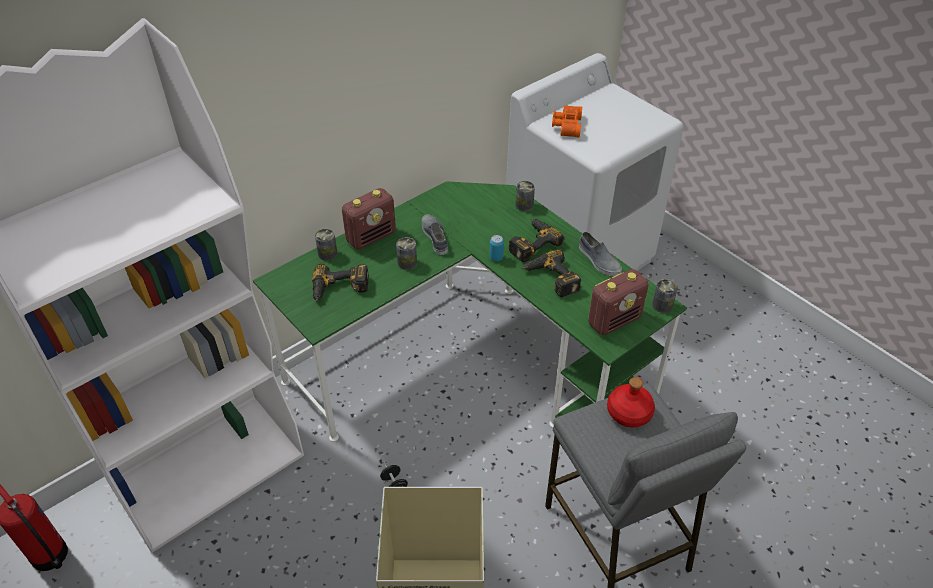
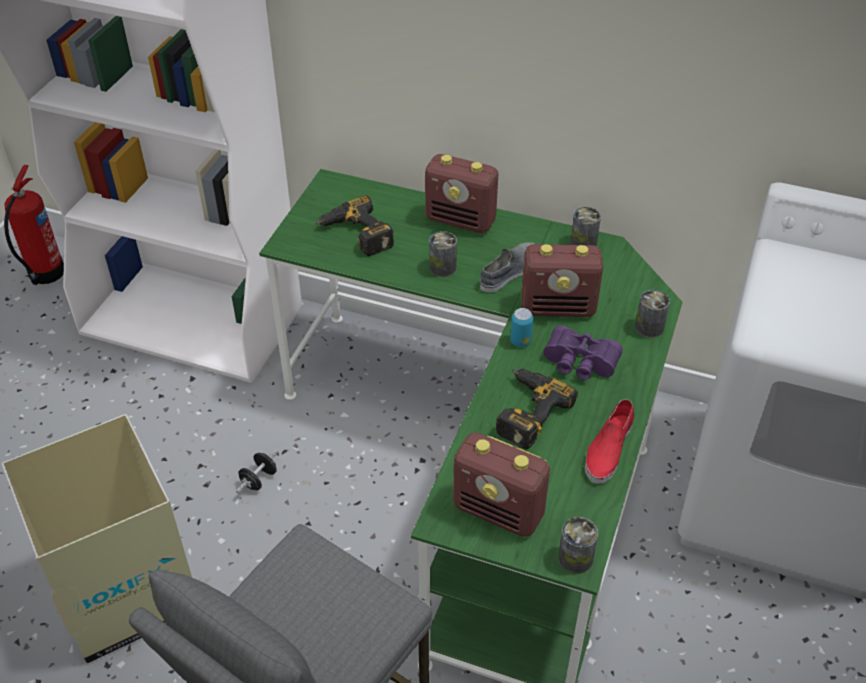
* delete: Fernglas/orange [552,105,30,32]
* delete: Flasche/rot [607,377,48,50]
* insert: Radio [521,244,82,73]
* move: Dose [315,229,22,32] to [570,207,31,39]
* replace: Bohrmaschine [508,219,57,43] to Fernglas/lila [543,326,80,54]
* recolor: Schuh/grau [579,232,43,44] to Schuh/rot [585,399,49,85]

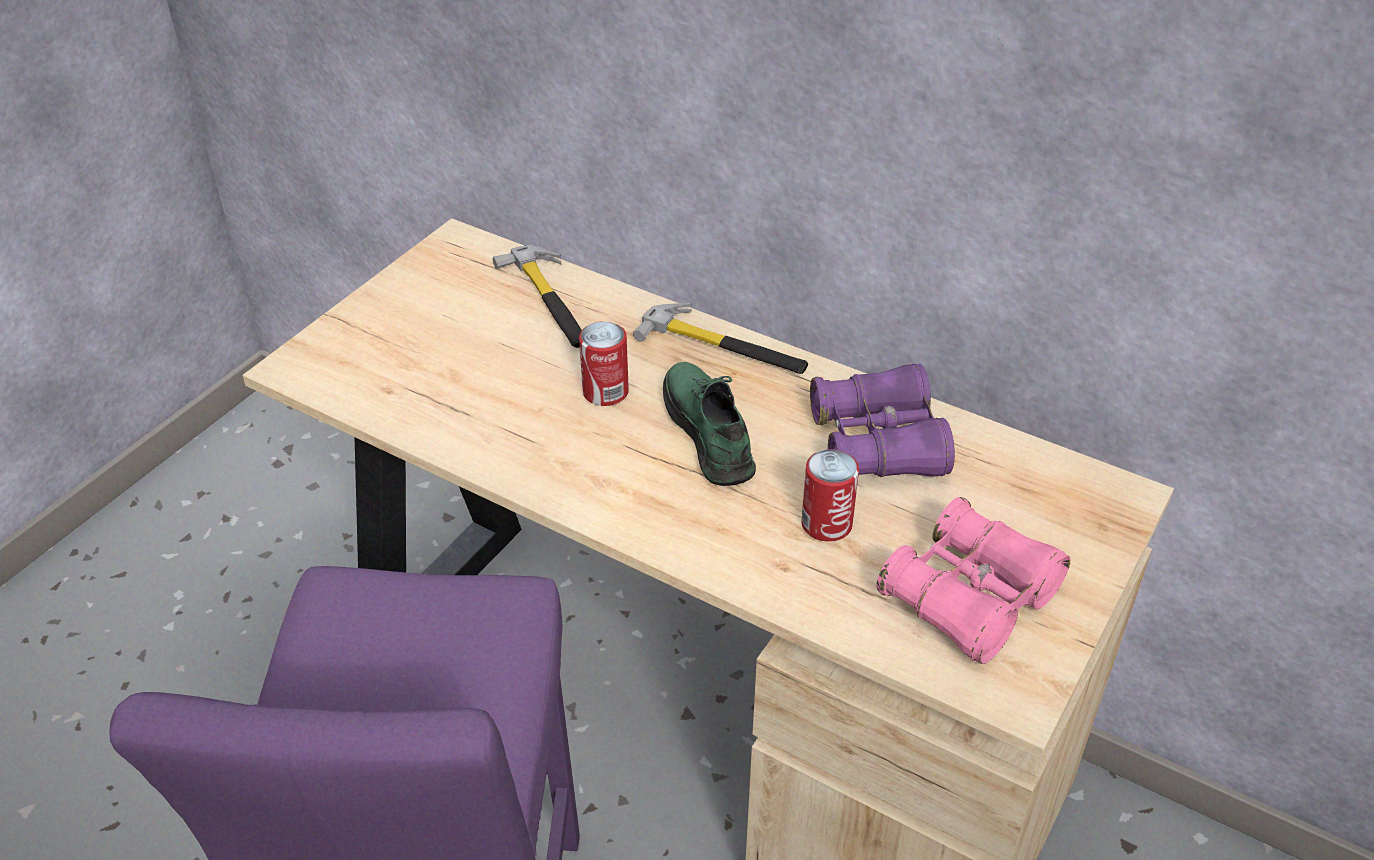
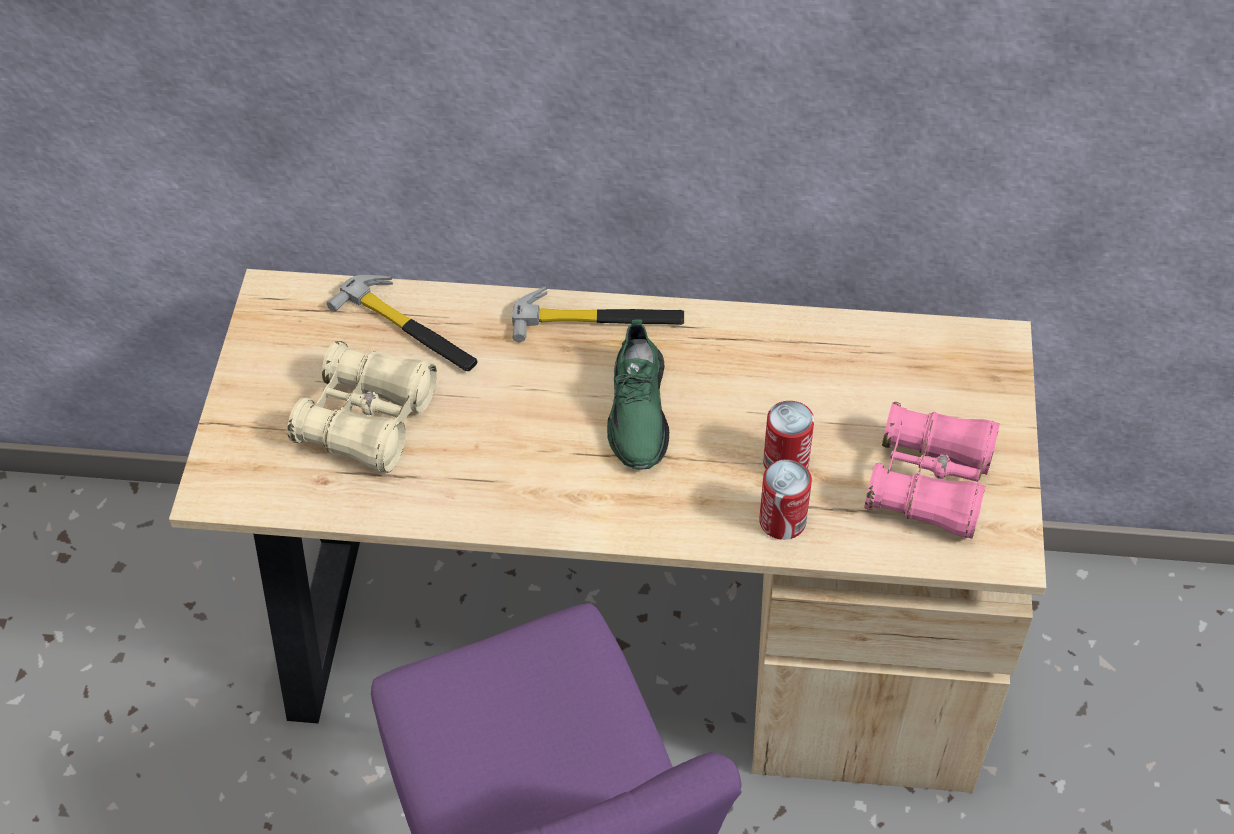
* delete: Fernglas/lila [810,364,145,113]
* insert: Fernglas/beige [287,341,150,132]
* move: Dose [579,321,50,85] to [759,460,53,80]
* rotate: Schuh/grün [663,362,93,124] = [607,319,62,151] 135 degrees counterclockwise

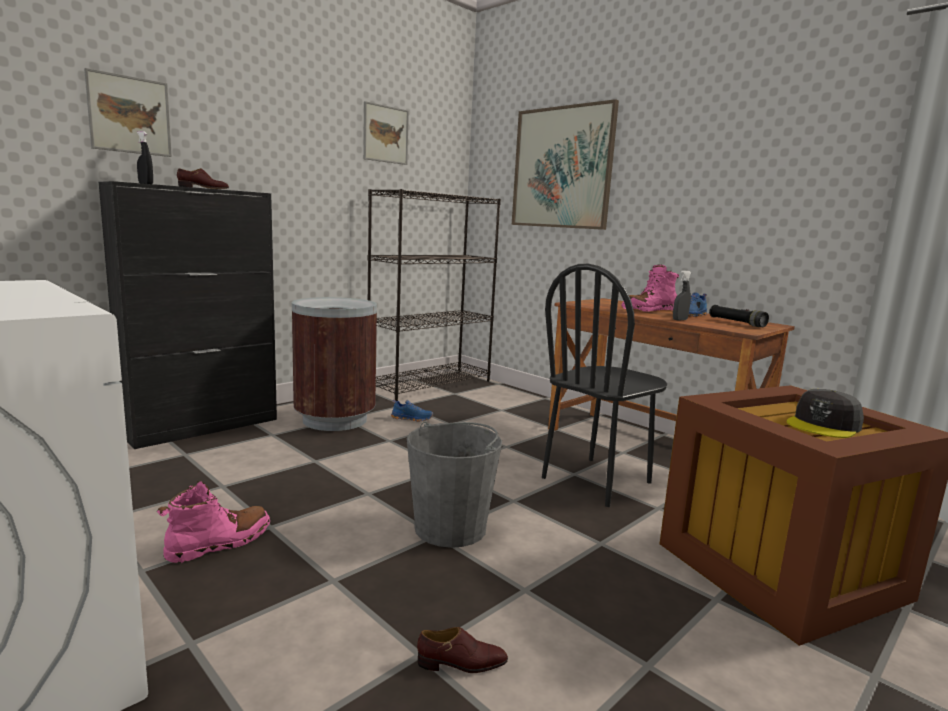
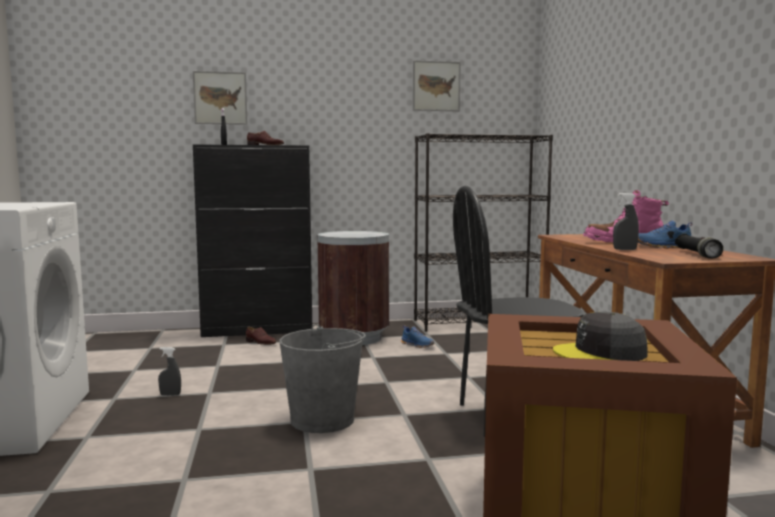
* delete: Bild [512,99,107,131]
* move: Schuh/braun [417,627,91,46] to [246,327,30,18]
* replace: Stiefel/rosa [157,481,113,82] to Sprühflasche/grau [158,347,23,49]

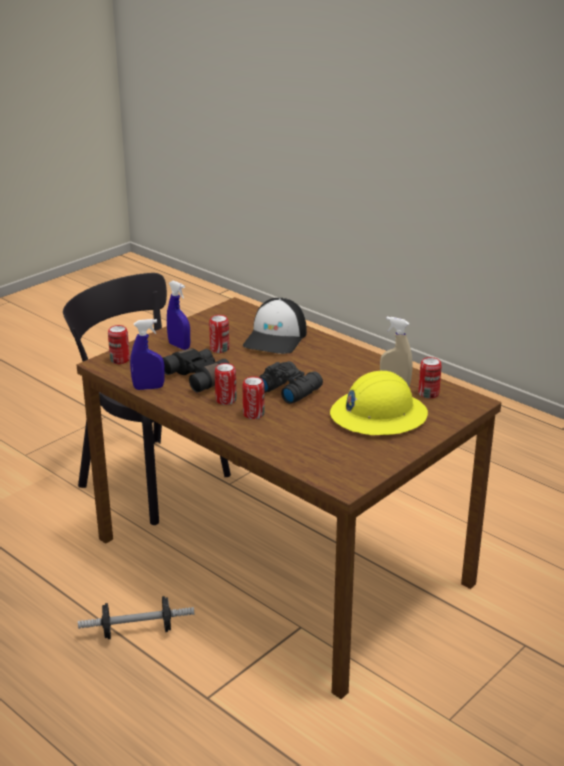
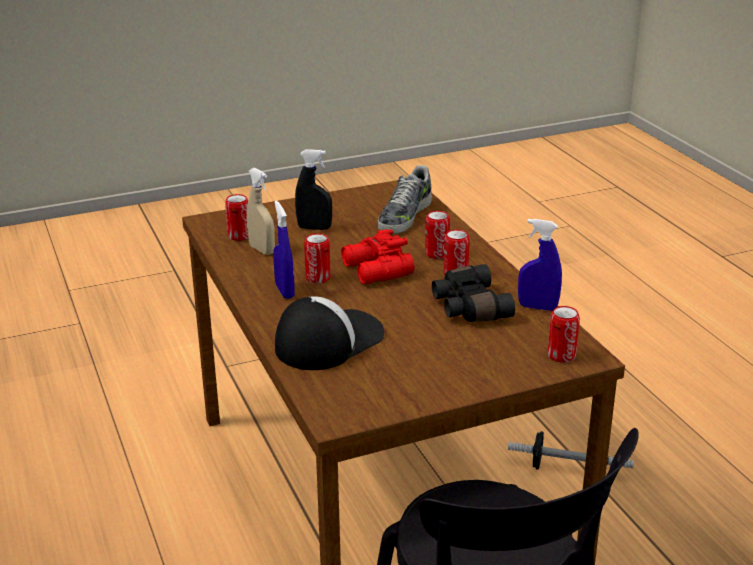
* insert: Schuh [378,165,54,69]
* move: Sprühflasche/blau [167,280,23,70] to [273,201,22,98]
* move: Dose [209,315,20,38] to [304,233,27,50]
* replace: Schutzhelm/gelb [330,371,98,64] to Sprühflasche/schwarz [295,149,37,81]
* recolor: Fernglas/schwarz [259,361,64,43] to Fernglas/rot [341,229,73,55]

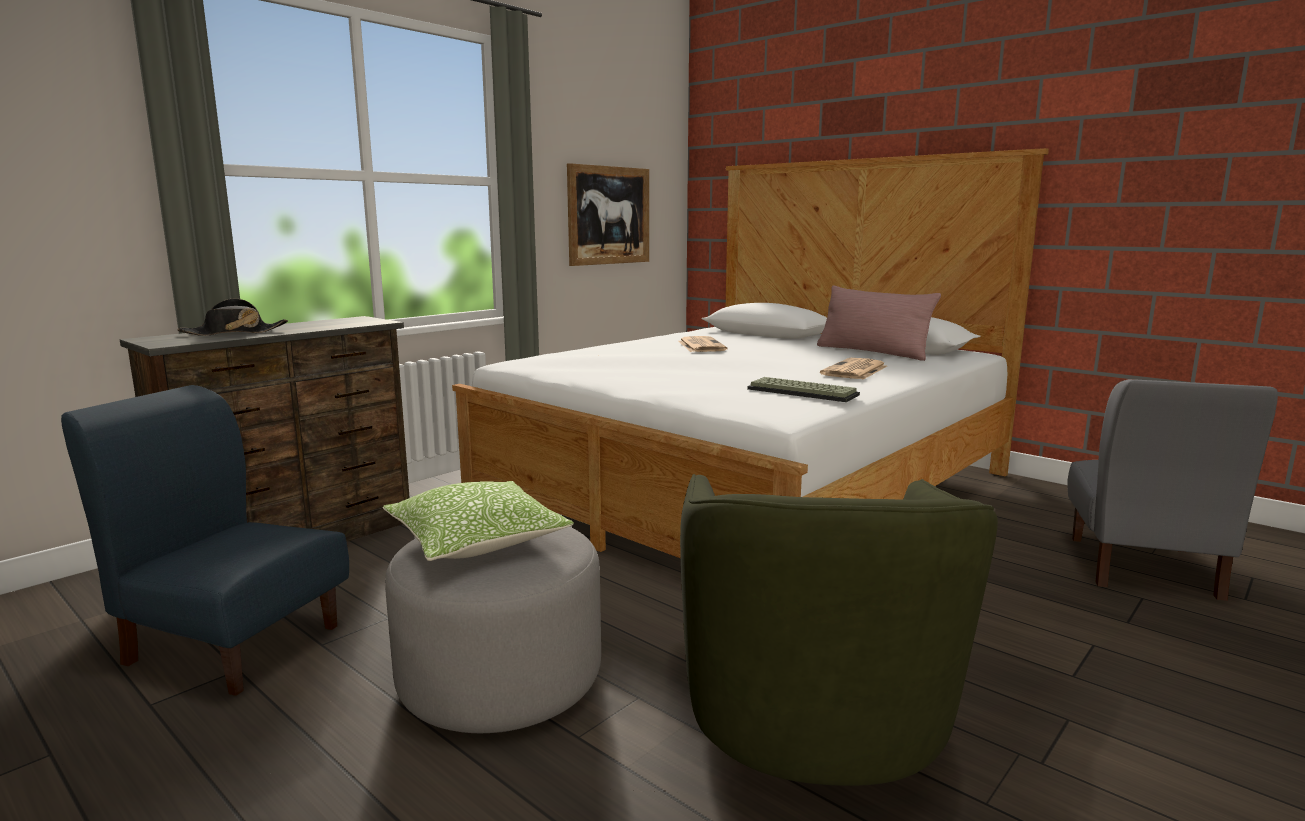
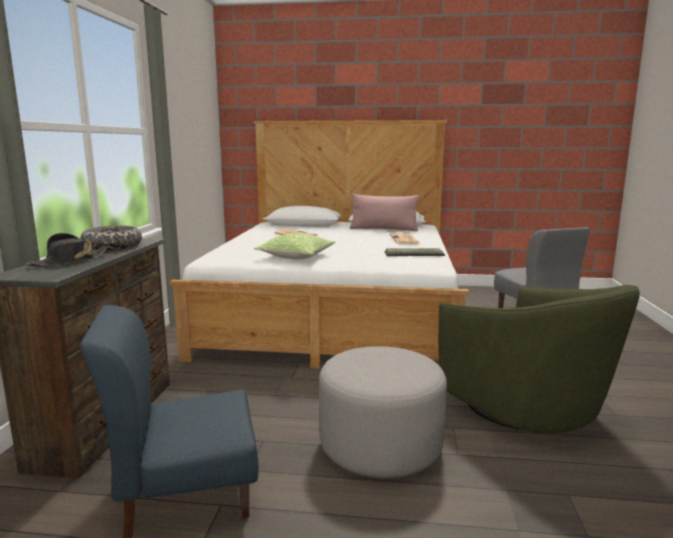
* delete: Bild [567,163,82,103]
* insert: Schüssel [81,226,61,24]
* move: Kissen [383,481,191,80] to [254,234,81,25]

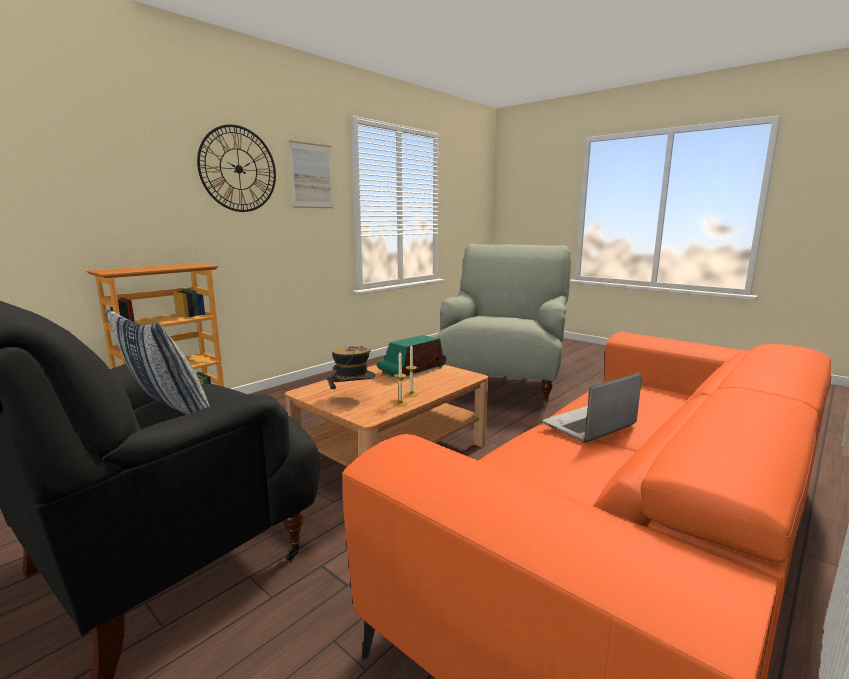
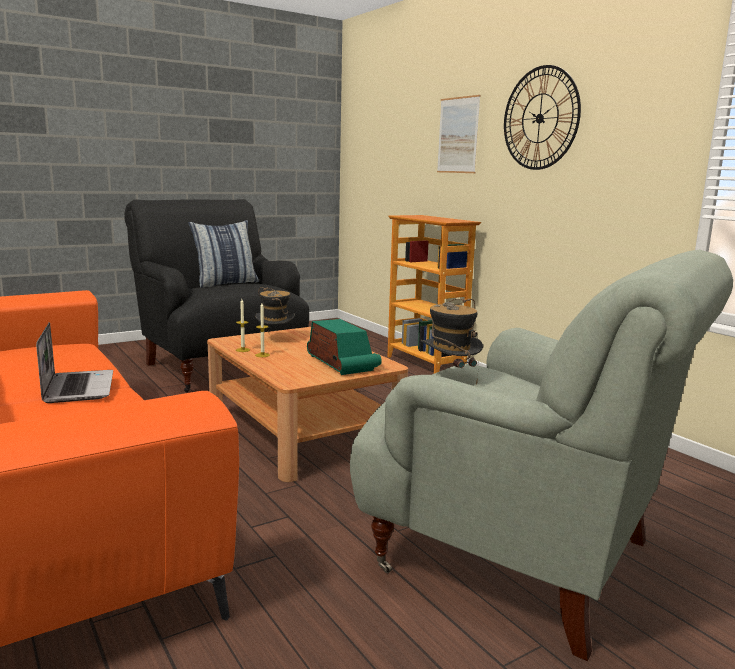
* insert: Hut [421,299,62,86]
* move: Bild [289,140,45,68] to [437,95,43,78]

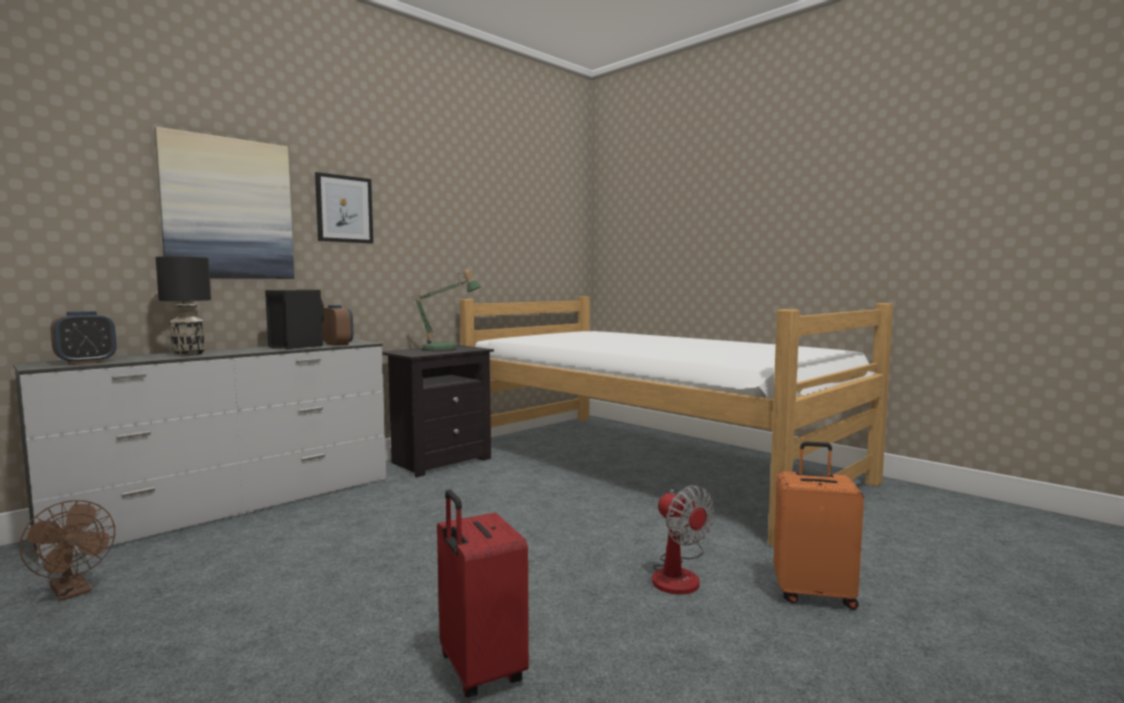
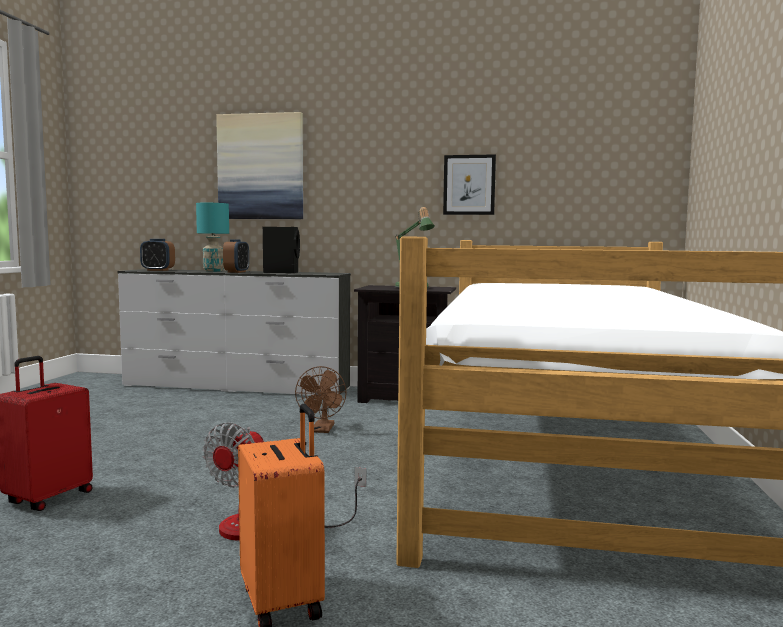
* move: Ventilator/braun [19,500,96,101] to [295,366,52,67]
* move: Bild [315,172,58,72] to [443,154,53,61]
* move: Wecker [322,305,31,41] to [223,239,26,34]
* recolor: Tischlampe/schwarz [156,257,55,98] to Tischlampe/türkis [196,203,33,69]

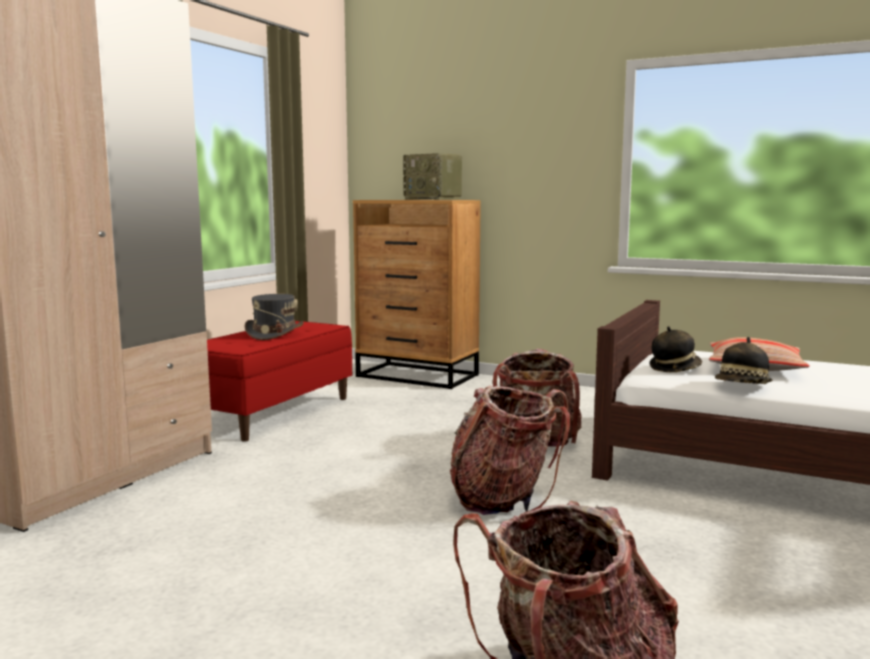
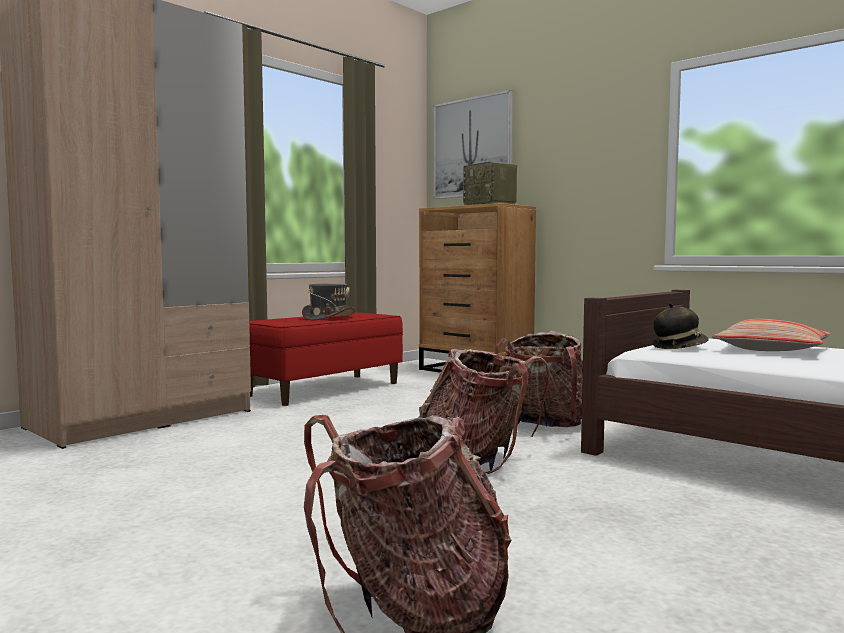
* delete: Hut [715,337,57,47]
* insert: Bild [433,90,80,109]

